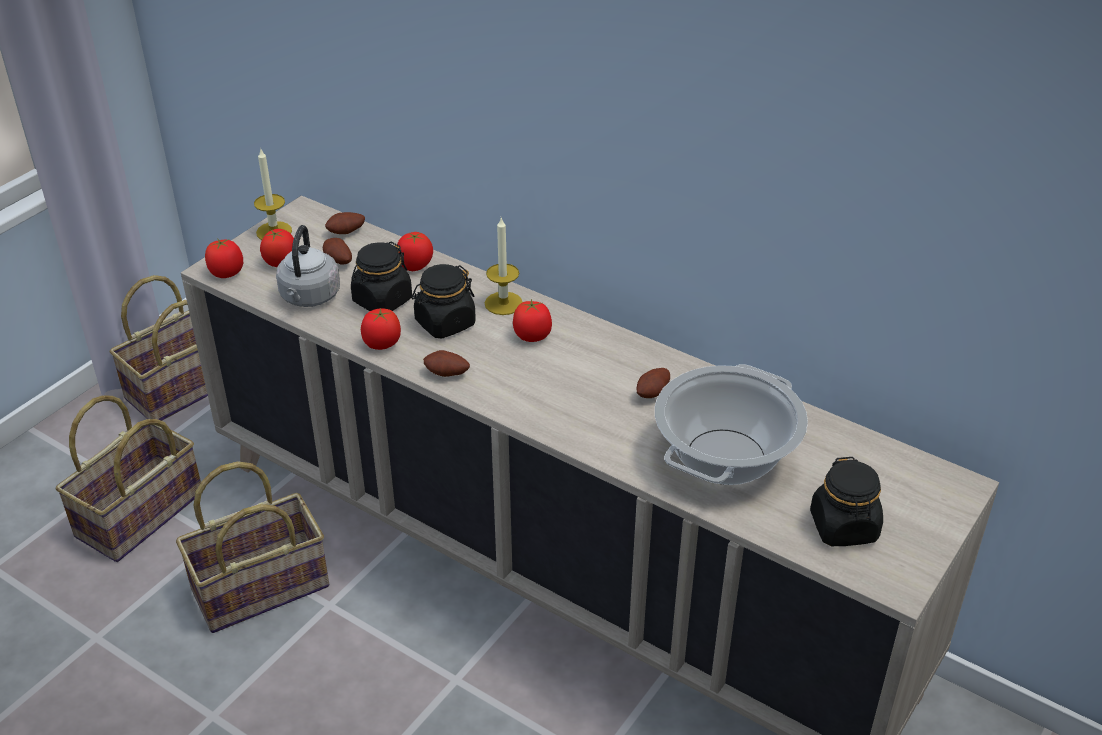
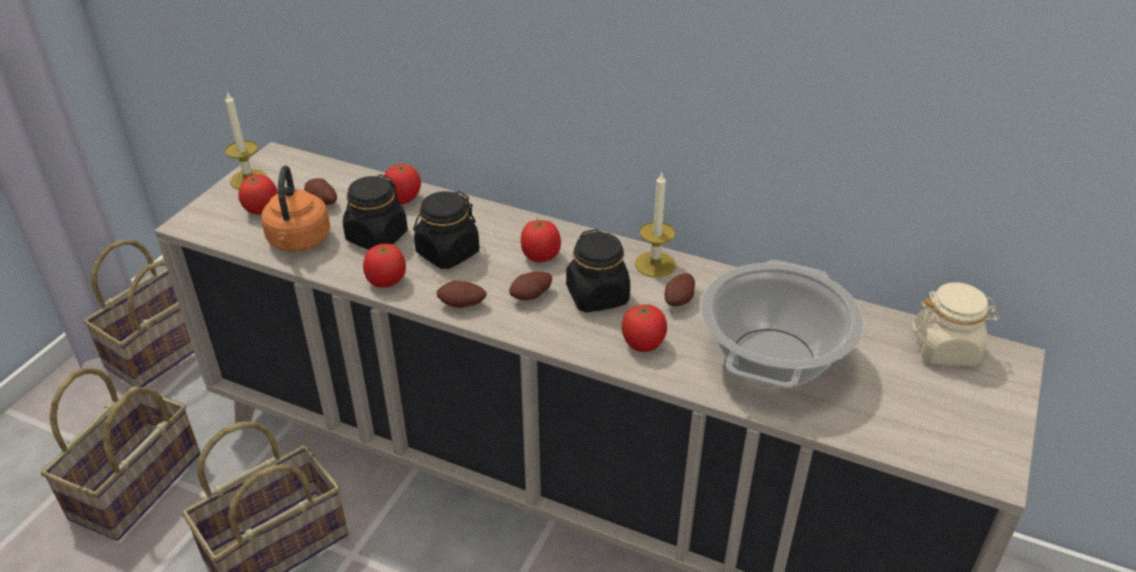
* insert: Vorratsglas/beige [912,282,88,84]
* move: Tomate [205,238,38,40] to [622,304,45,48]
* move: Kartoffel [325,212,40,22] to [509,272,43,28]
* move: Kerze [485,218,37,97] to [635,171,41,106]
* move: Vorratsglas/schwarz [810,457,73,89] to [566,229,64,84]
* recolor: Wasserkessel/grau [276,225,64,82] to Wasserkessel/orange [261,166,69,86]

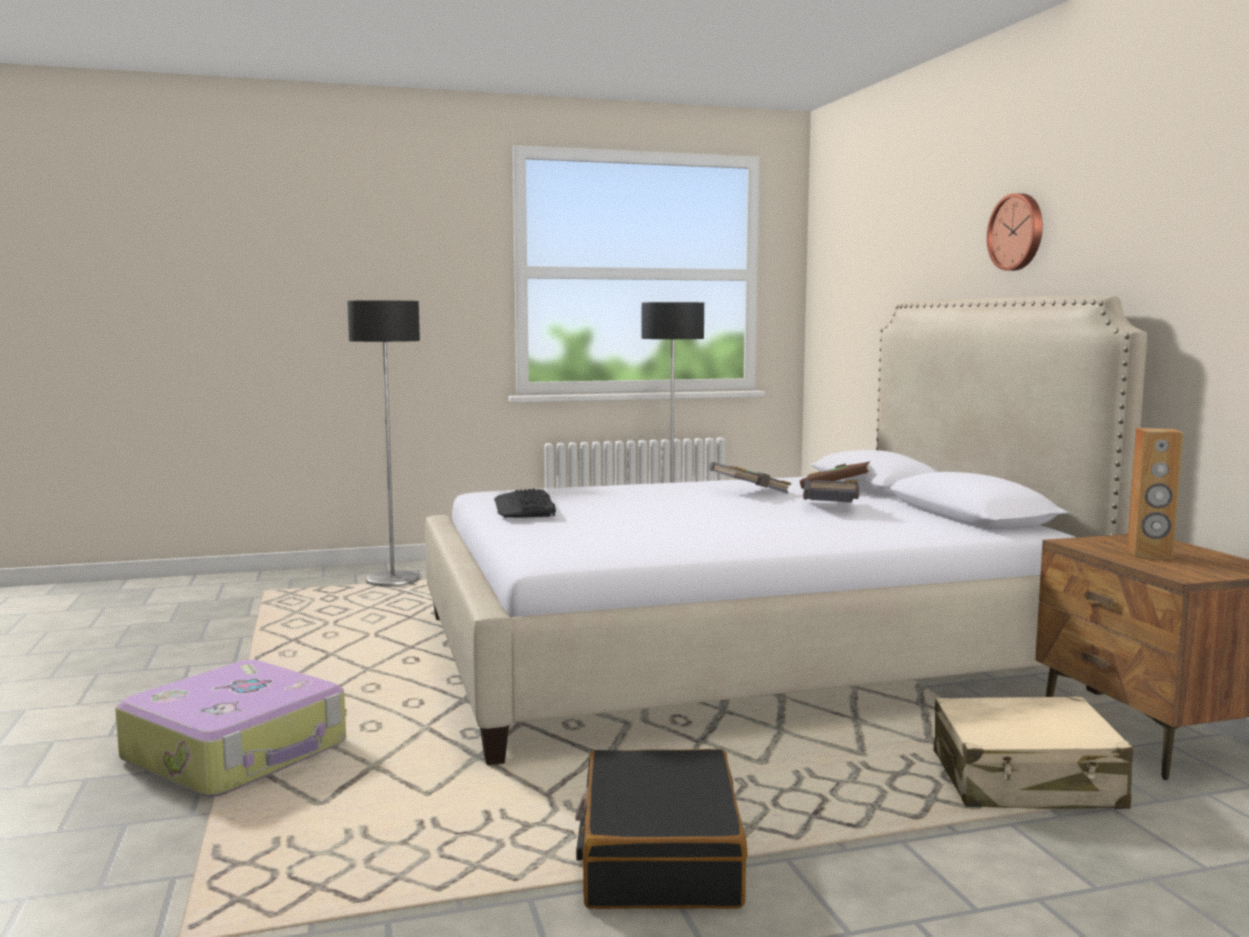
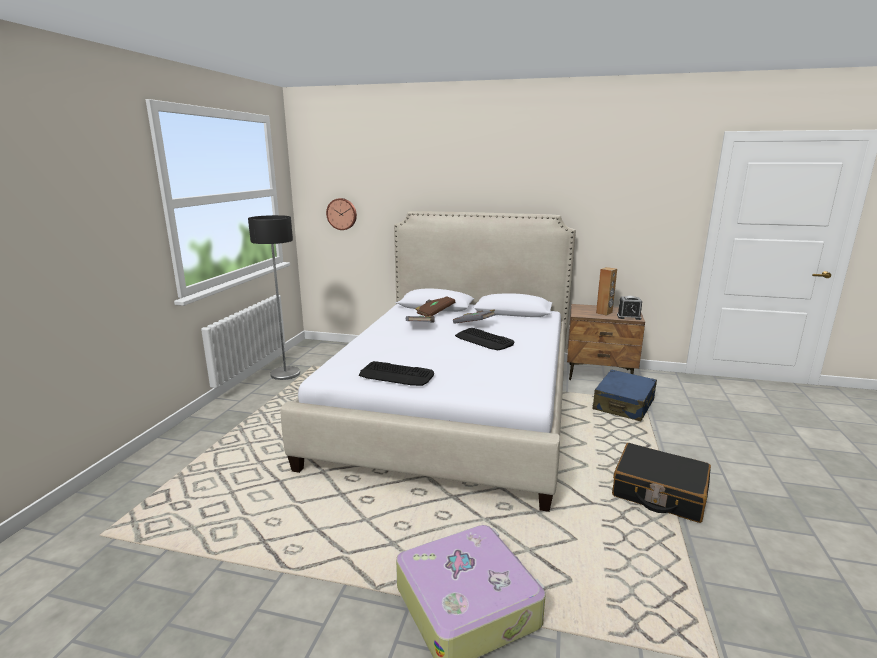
* delete: Stehlampe [347,300,73,287]
* insert: Tastatur [455,328,60,22]
* insert: Wecker [617,296,25,24]
* move: Wanduhr [987,193,56,78] to [326,198,31,32]
* recolor: Koffer/beige [934,696,199,113] to Koffer/blau [592,370,65,51]

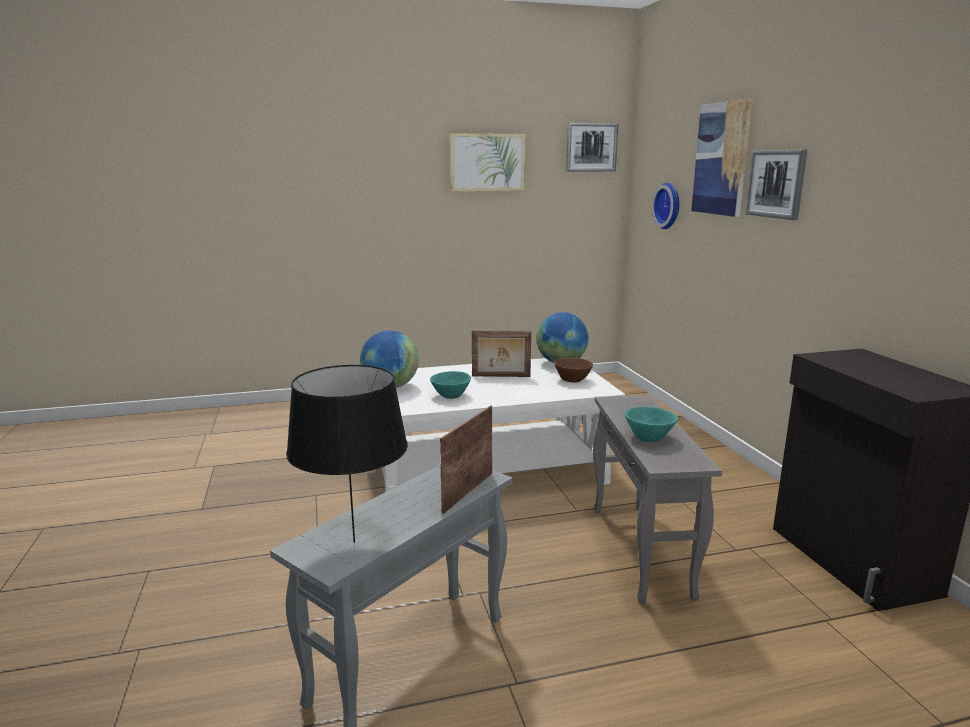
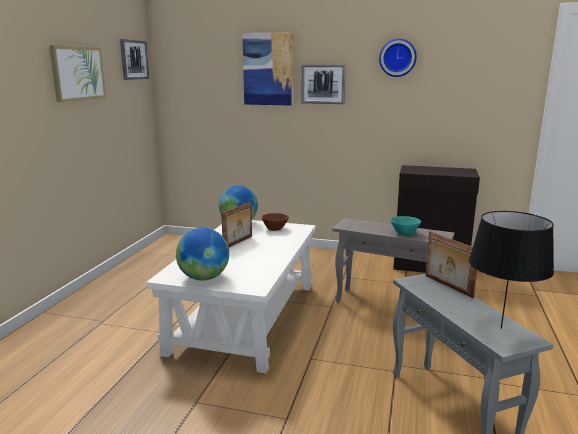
* delete: Schüssel/türkis [430,371,41,28]
* move: Wanduhr [652,183,27,46] to [379,39,38,38]

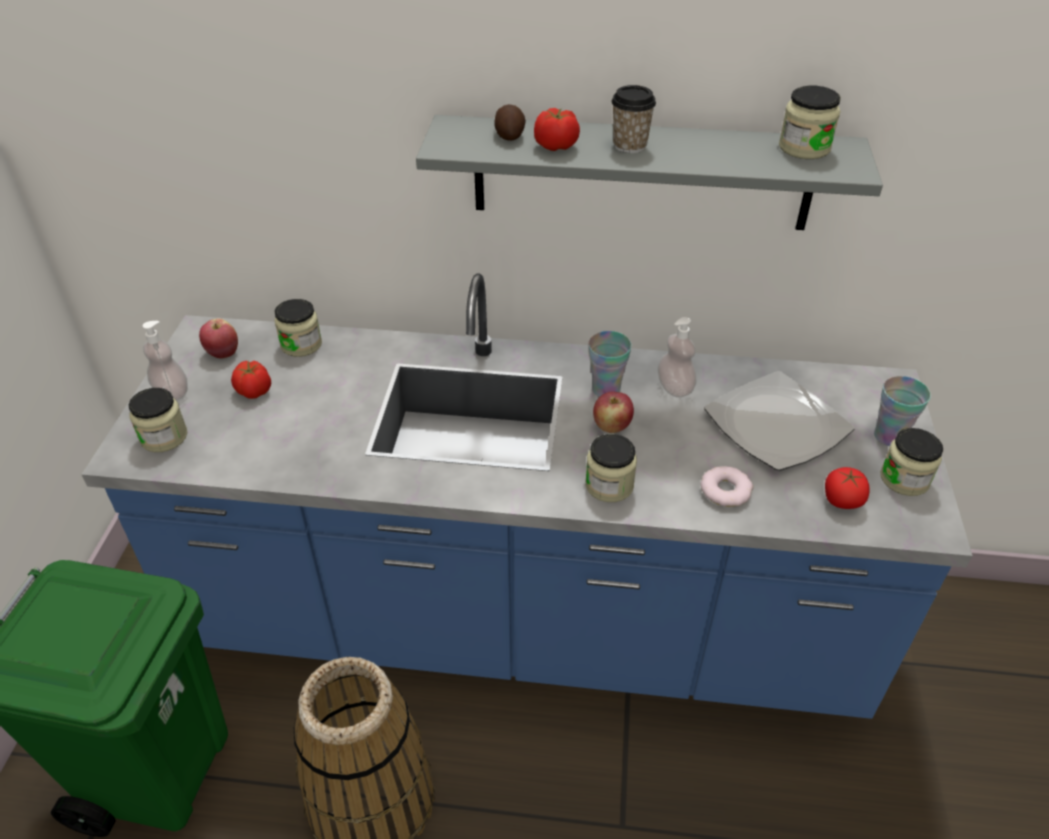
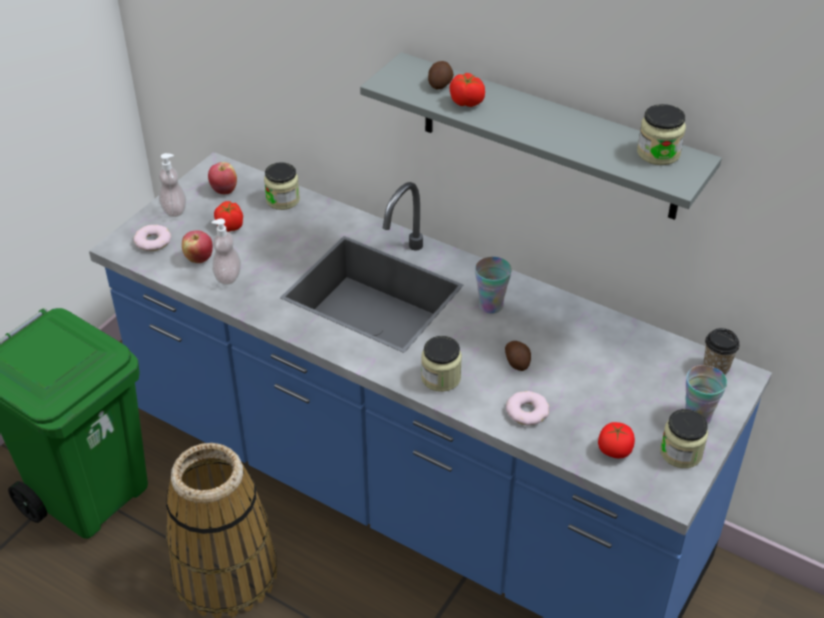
* delete: Teller [704,371,150,100]
* insert: Kartoffel [505,341,26,30]
* move: Apfel [593,391,41,42] to [182,230,31,33]
* move: Tasse [612,85,44,68] to [703,328,37,47]
* move: Seifenspender [658,317,38,80] to [211,219,30,66]
* replace: Vorratsglas [129,388,59,64] to Donut [133,225,38,26]

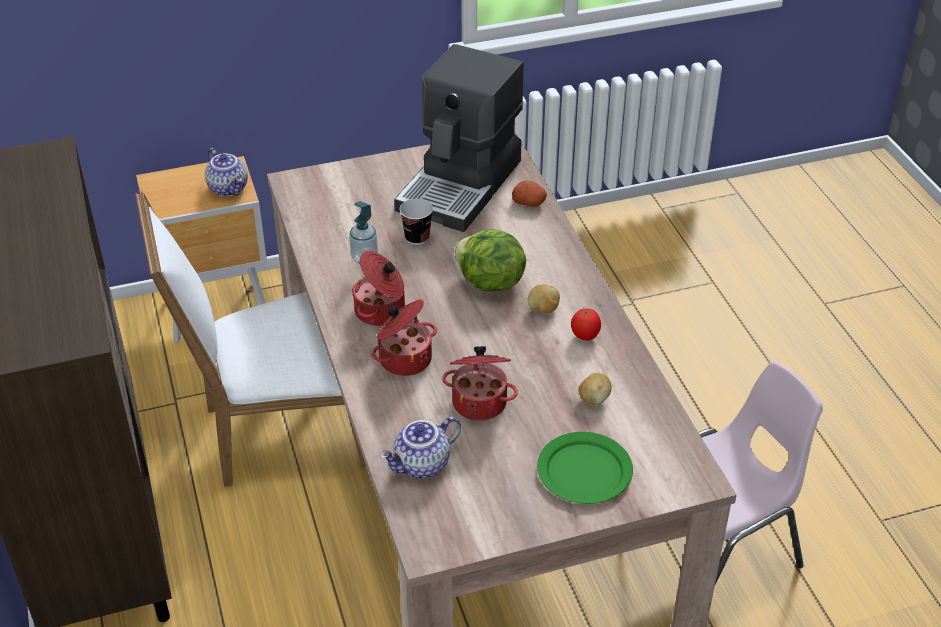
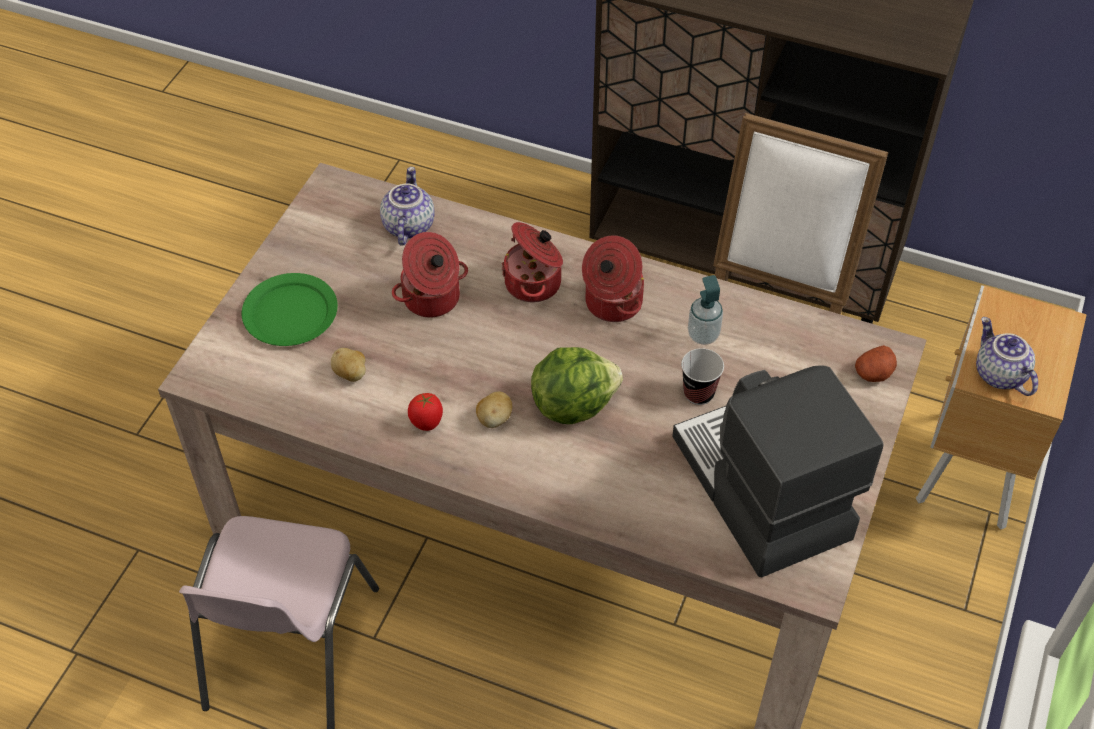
* move: Kartoffel [512,181,35,26] to [855,345,42,37]
* rotate: Teekanne [205,148,43,49] = [976,317,62,79] 60 degrees clockwise

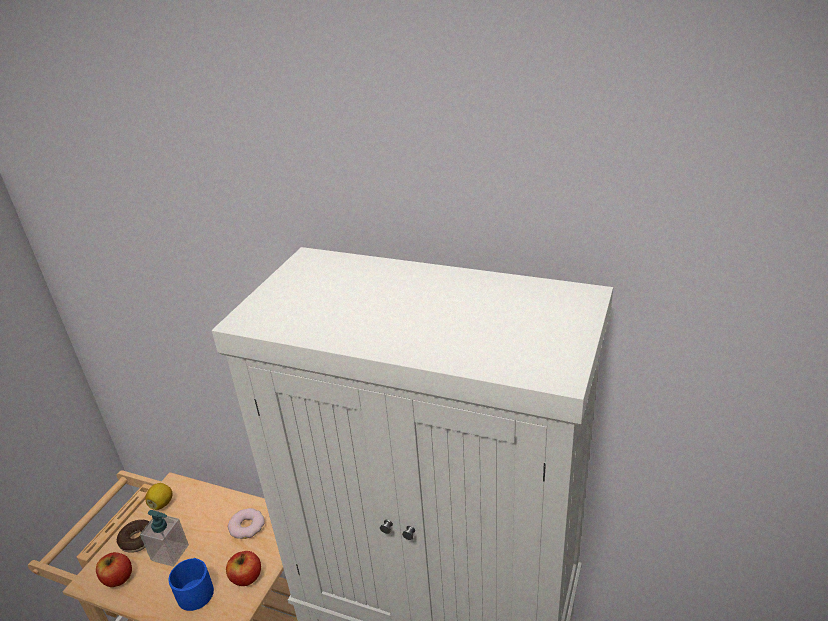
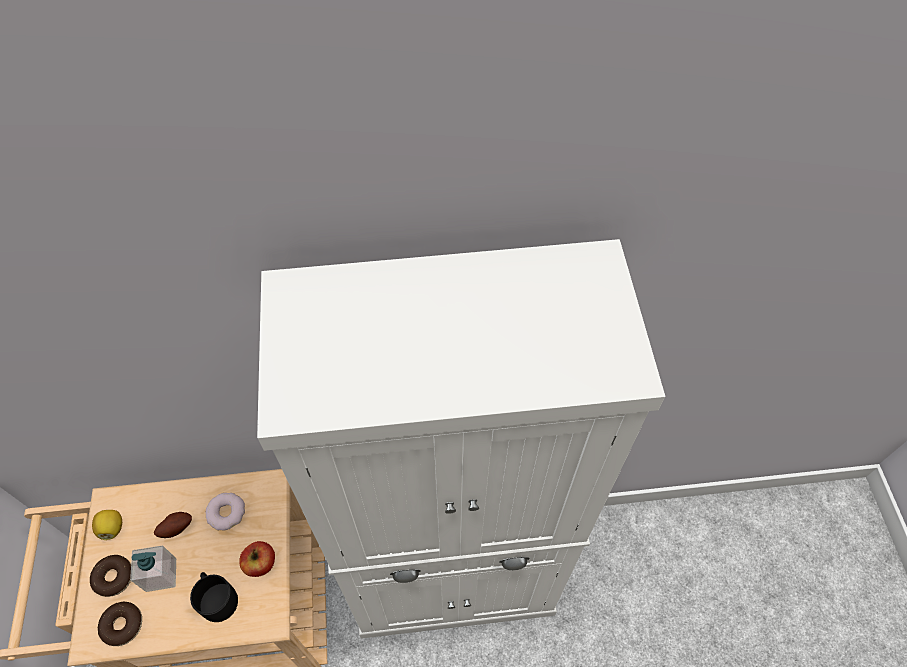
* insert: Kartoffel [154,512,38,26]
* replace: Apfel [96,552,36,35] to Donut [98,602,44,44]
* recolor: Henkelbecher/blau [168,558,46,53] to Henkelbecher/schwarz [190,572,48,50]

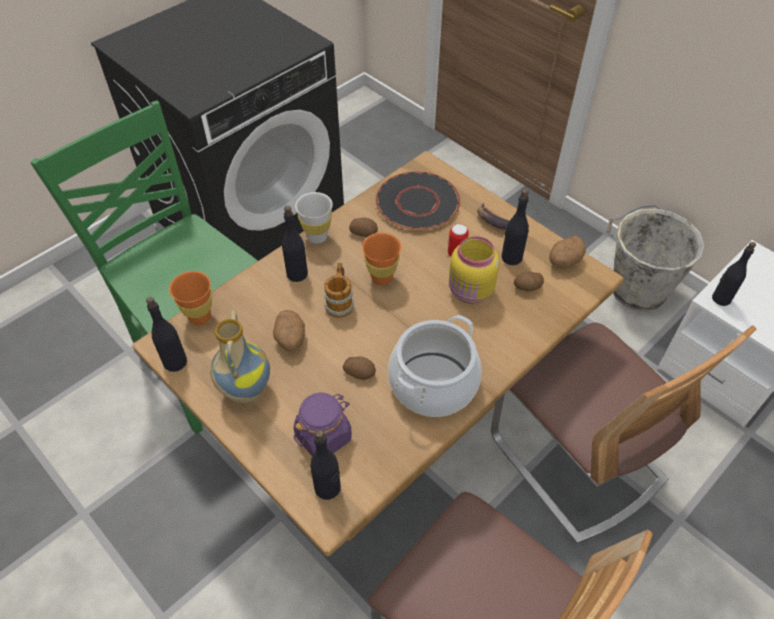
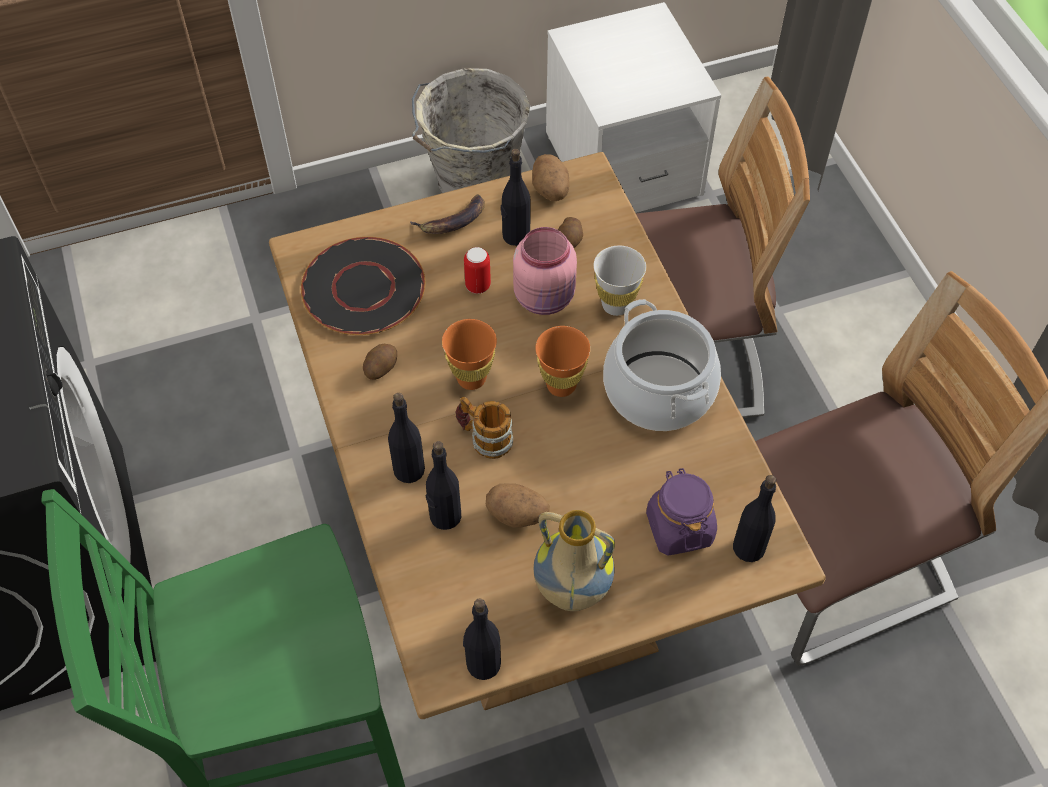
* delete: Kartoffel [343,356,33,24]
* move: Tasse/orange [169,271,43,54] to [535,326,56,71]
* move: Tasse/weiß [295,192,38,52] to [594,246,52,70]
* move: Flasche/schwarz [712,242,44,64] to [426,441,35,89]
* recolor: Vorratsglas/gelb [449,236,50,68] to Vorratsglas/rosa [513,227,64,88]

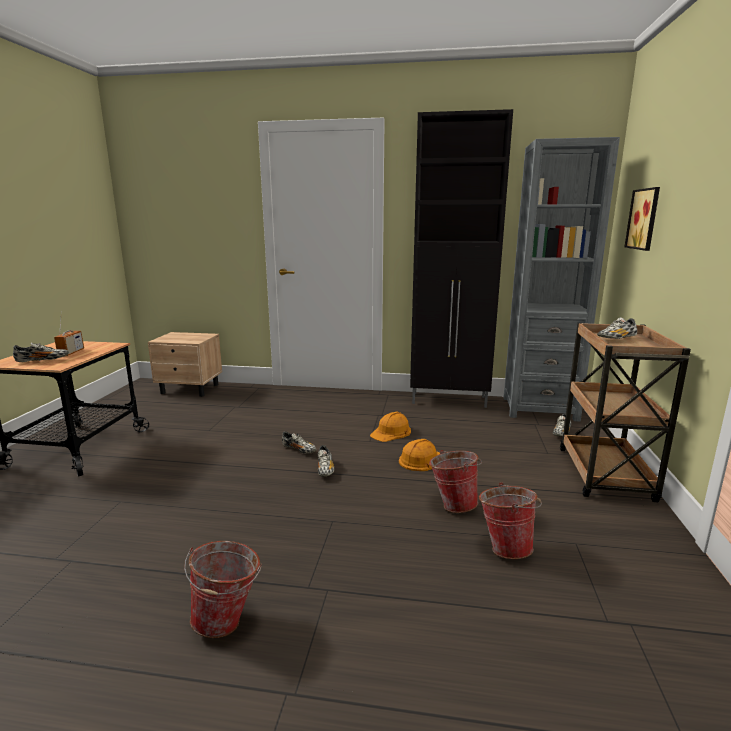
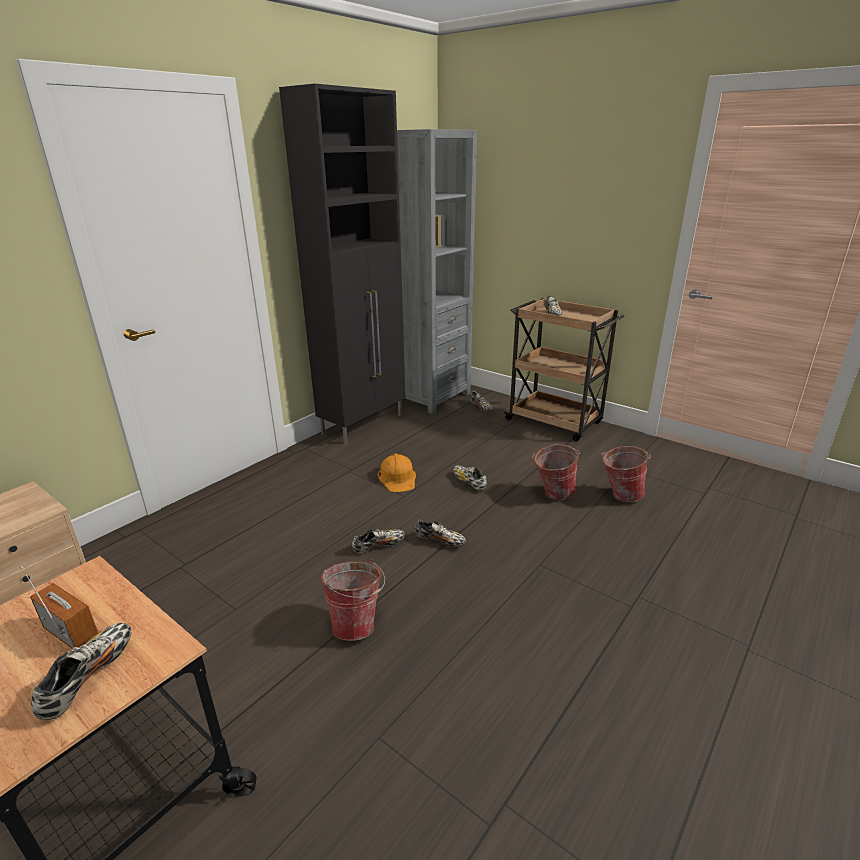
* delete: Bild [625,187,35,64]
* move: Eimer [184,541,78,97] to [320,559,65,82]
* replace: Schutzhelm/orange [399,439,41,32] to Schuh [453,465,34,25]

